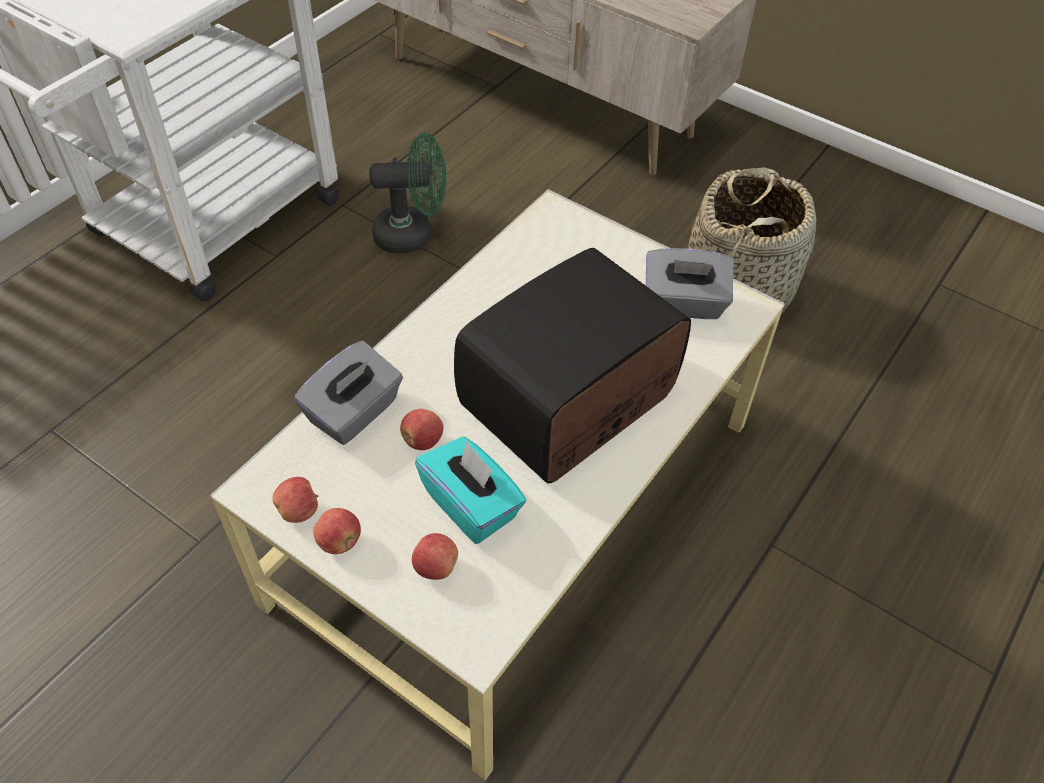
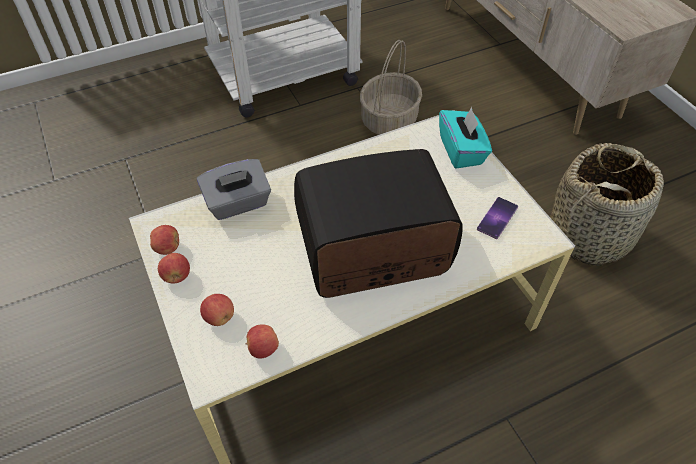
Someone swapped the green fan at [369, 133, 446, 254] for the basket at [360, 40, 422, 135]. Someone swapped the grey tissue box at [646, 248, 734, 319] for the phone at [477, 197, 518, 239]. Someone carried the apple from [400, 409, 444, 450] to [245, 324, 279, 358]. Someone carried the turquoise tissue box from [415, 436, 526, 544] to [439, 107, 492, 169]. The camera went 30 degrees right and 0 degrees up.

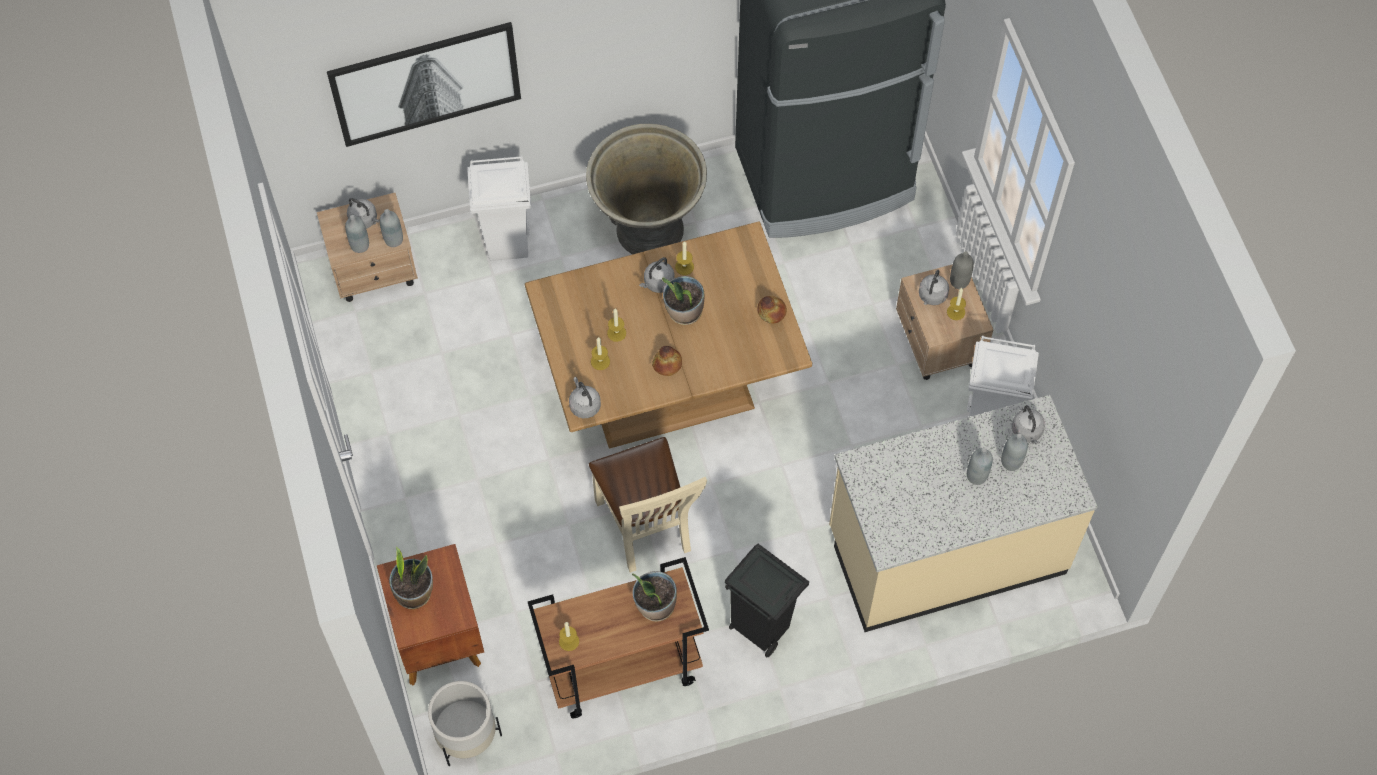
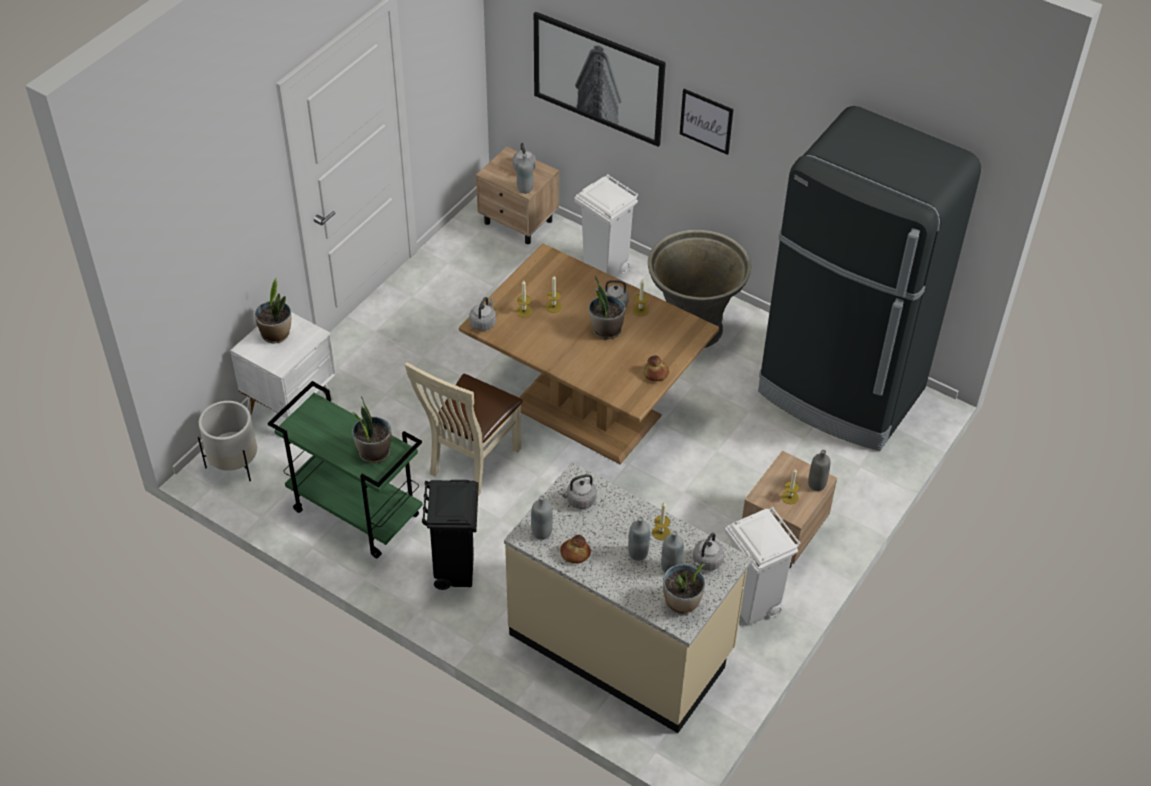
Someone carried the grey bottle from [345, 215, 369, 253] to [531, 495, 553, 540]. Someone carried the grey kettle from [919, 270, 949, 305] to [558, 474, 597, 509]. Someone carried the bread from [652, 346, 682, 376] to [560, 535, 591, 563]. Someone repainted the brown nightstand at [377, 544, 484, 686], which became the white nightstand at [230, 312, 336, 419]. Someone repainted the brown cart at [528, 557, 709, 718], which became the green cart at [268, 381, 423, 558]. Someone carried the candle from [559, 622, 579, 651] to [652, 502, 671, 540]. Someone put up the picture at [680, 89, 733, 155]. Someone put down the potted plant at [663, 564, 705, 615]. The camera went 50 degrees right and 15 degrees down.

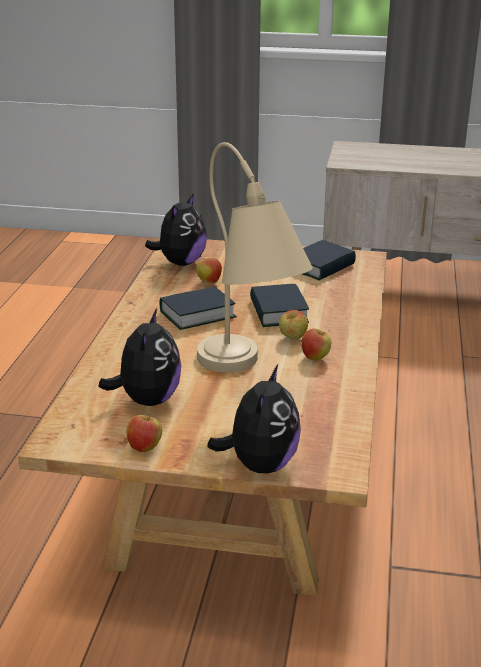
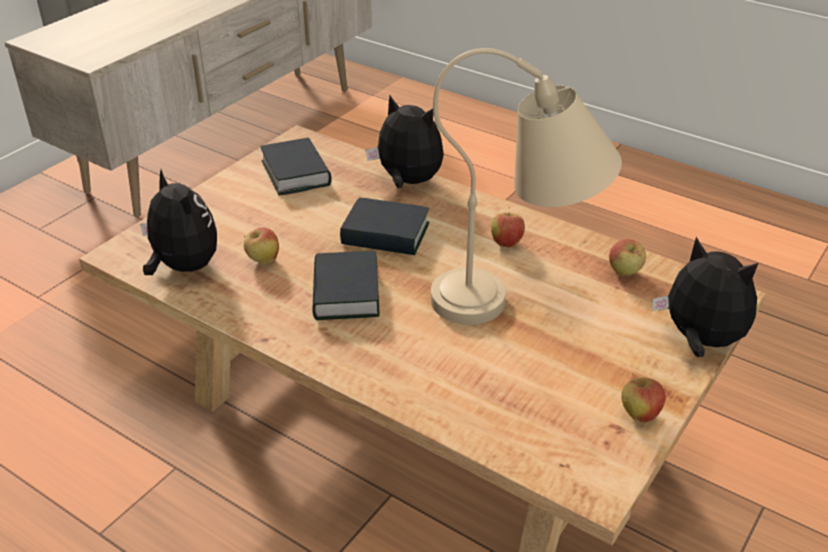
Someone carried the plush toy from [98, 308, 181, 406] to [366, 95, 444, 188]. Someone carried the apple from [279, 310, 308, 340] to [609, 239, 646, 275]. The camera went 65 degrees left and 10 degrees up.

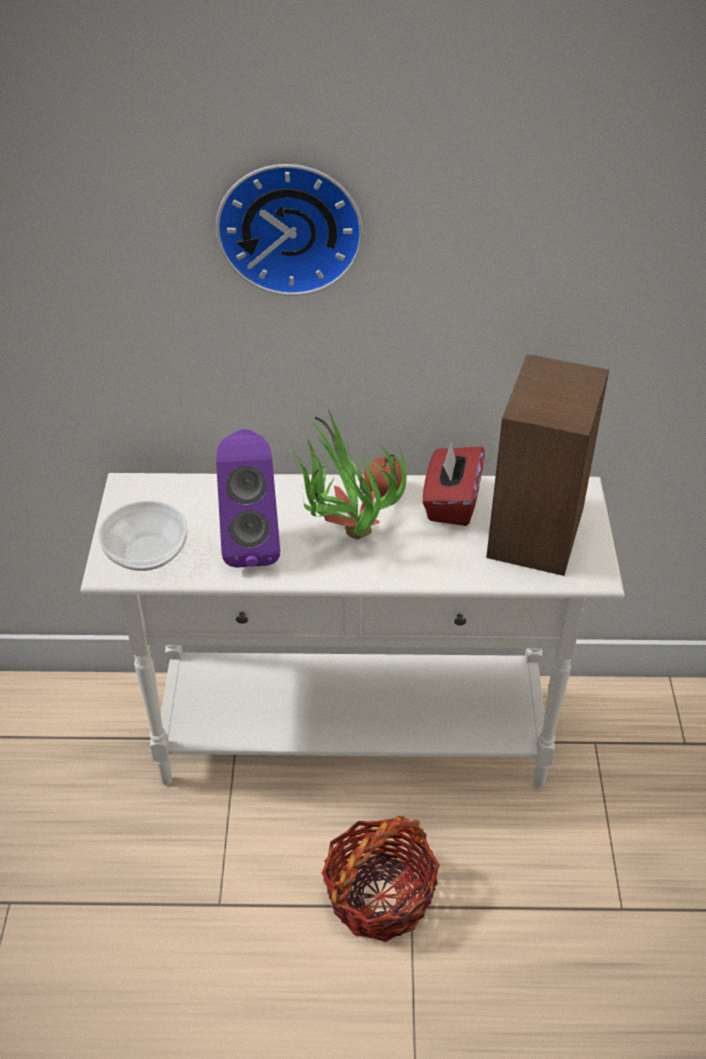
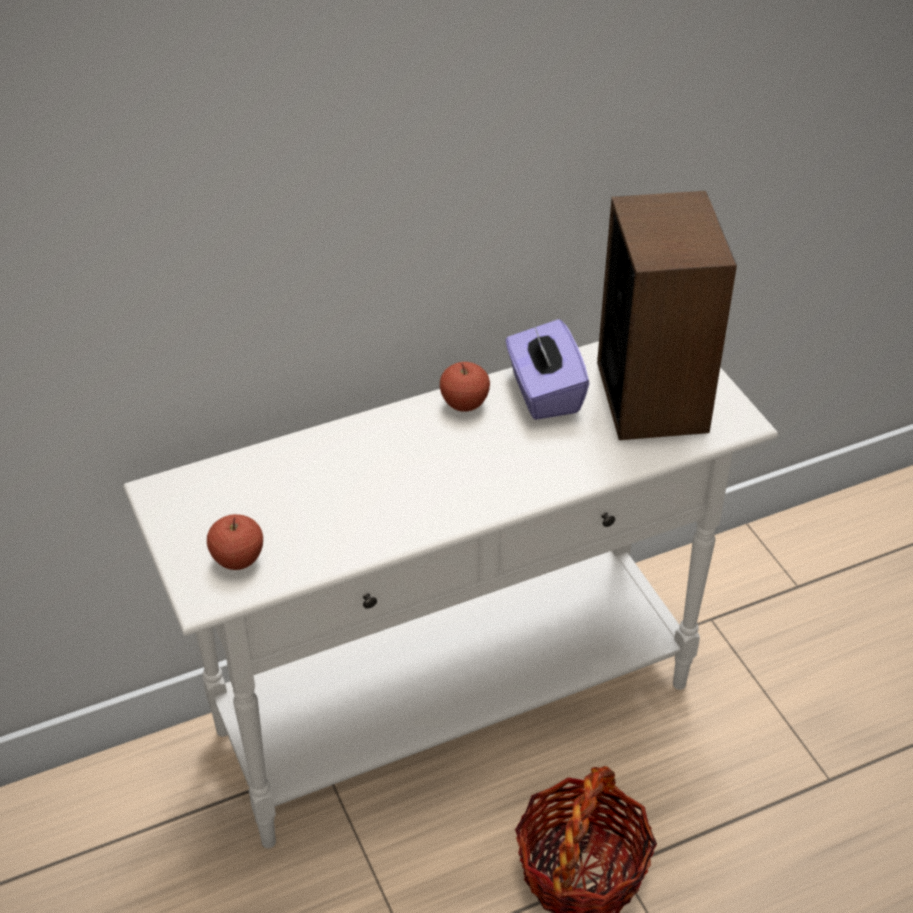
Someone took away the wall clock at [216, 164, 363, 296]. Someone took away the potted plant at [290, 410, 407, 540]. Someone took away the purple speaker at [216, 429, 280, 568]. Someone repainted the red tissue box at [423, 442, 485, 526], which became the purple tissue box at [505, 319, 589, 420]. Someone swapped the bowl at [98, 501, 188, 571] for the apple at [207, 514, 263, 570]. The camera went 25 degrees left and 0 degrees up.

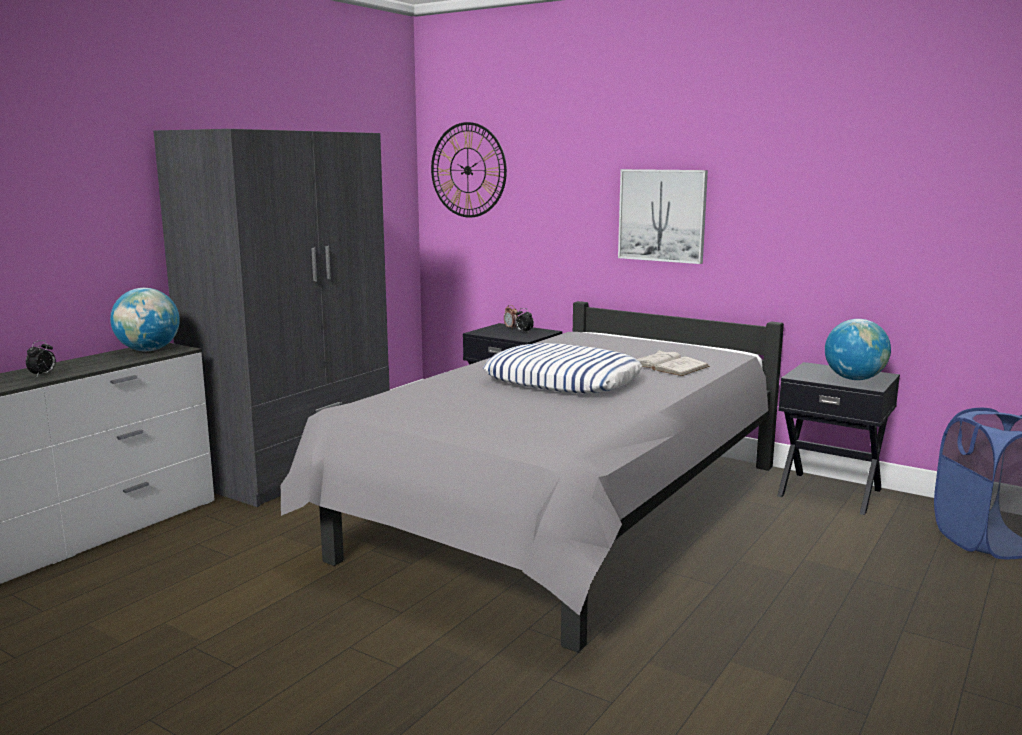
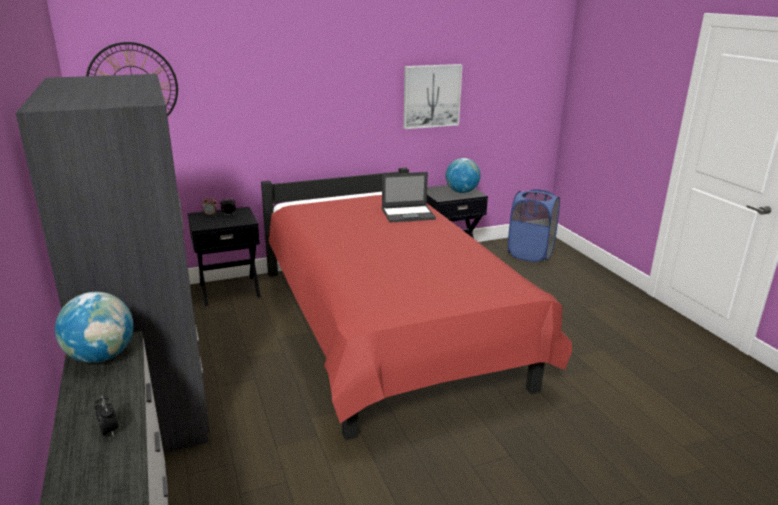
Someone carried the picture from [618, 169, 708, 264] to [403, 64, 463, 129]. Someone repainted the grey bed at [281, 301, 784, 653], which became the red bed at [261, 168, 572, 440]. Someone took away the pillow at [483, 343, 642, 394]. Someone swapped the white book at [637, 350, 710, 376] for the laptop at [382, 172, 436, 223]. The camera went 55 degrees left and 10 degrees up.

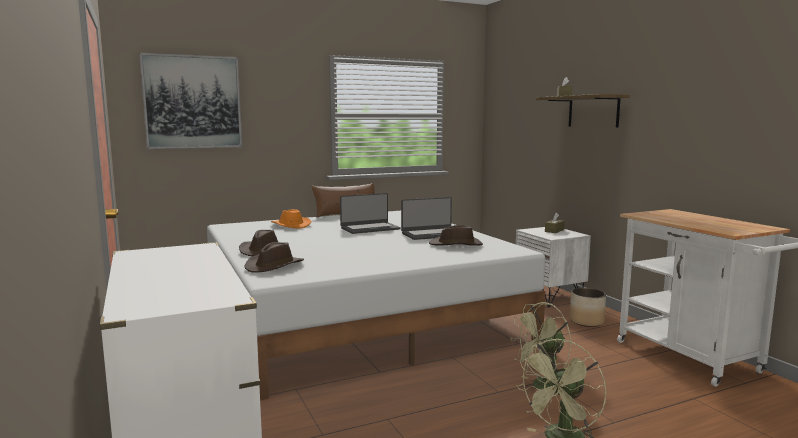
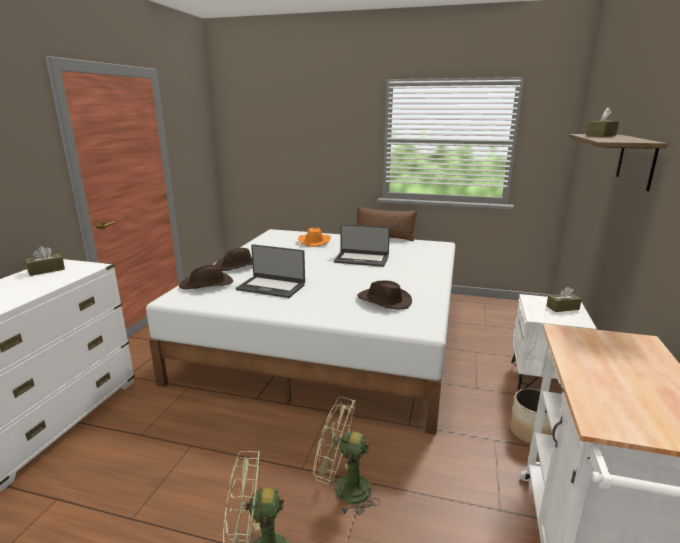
Someone took away the picture at [139, 53, 242, 149]. Someone carried the laptop from [401, 197, 452, 240] to [236, 244, 305, 298]. Someone put down the brown tissue box at [25, 246, 65, 276]. The camera went 40 degrees right and 10 degrees up.

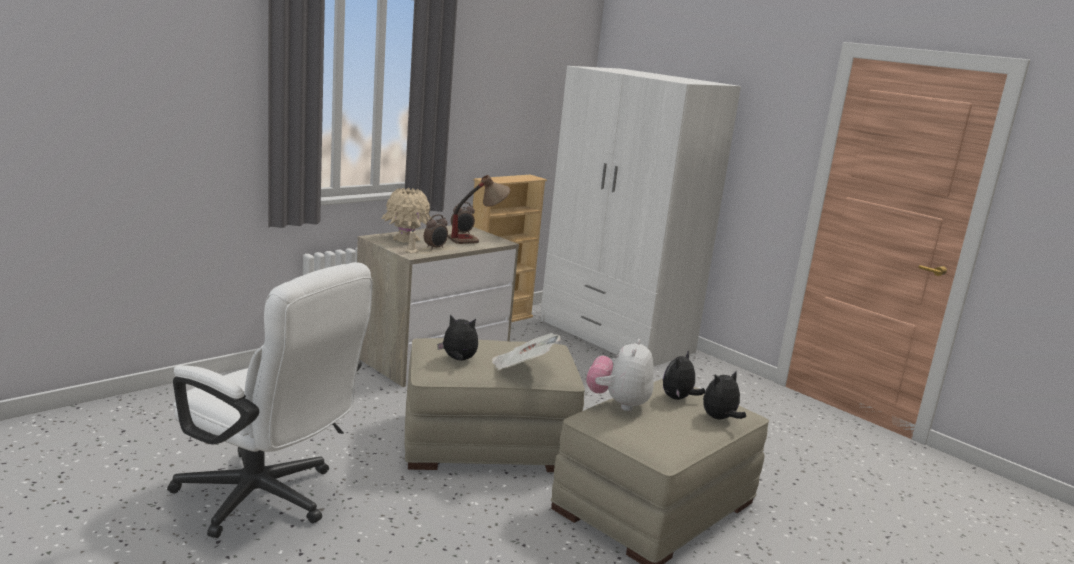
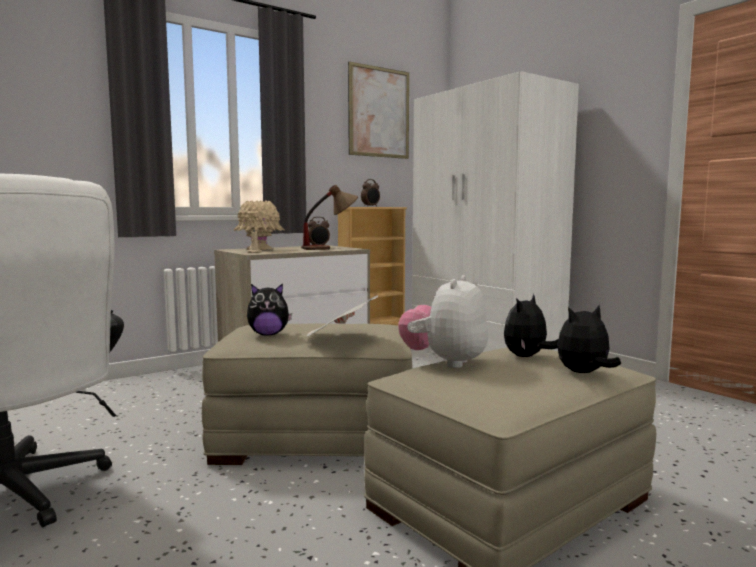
Someone carried the alarm clock from [424, 214, 448, 250] to [361, 179, 380, 207]. Someone rotated the plush toy at [437, 314, 478, 360] by 150 degrees clockwise. Someone put up the picture at [348, 61, 409, 159]. The camera went 10 degrees right and 10 degrees down.

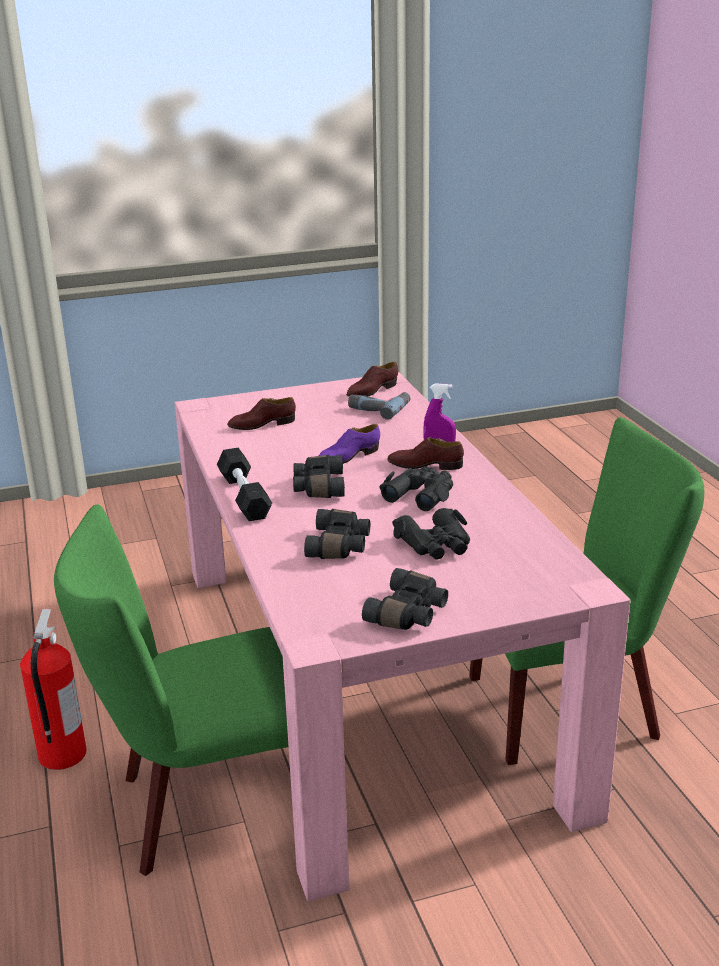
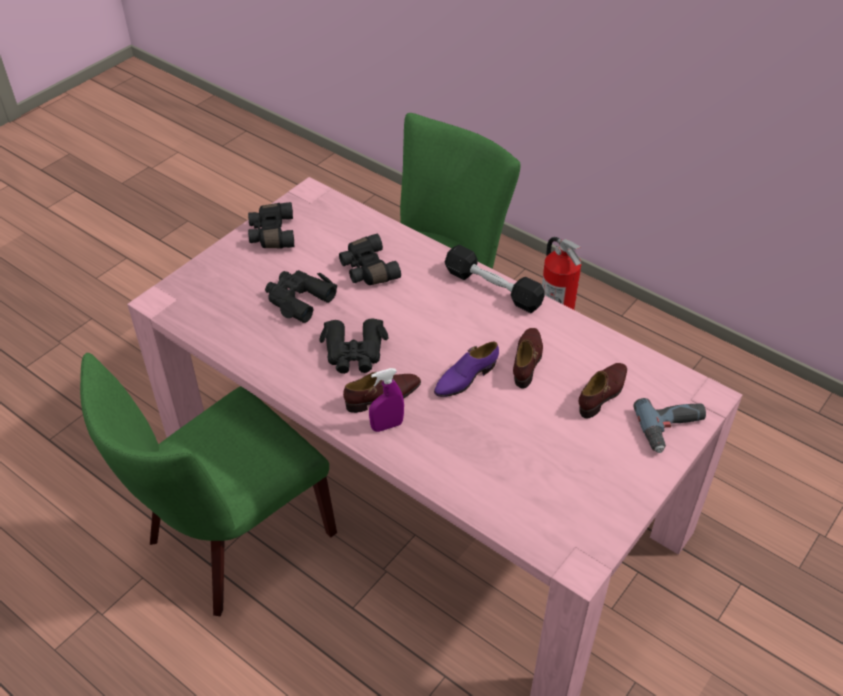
Someone carried the brown shoe from [346, 362, 398, 397] to [513, 328, 543, 389]. Someone carried the power drill from [348, 392, 410, 420] to [633, 398, 706, 453]. Someone rotated the purple shoe at [319, 424, 380, 464] by 150 degrees counterclockwise. Someone took away the black binoculars at [293, 455, 345, 498]. The camera went 145 degrees right and 20 degrees up.

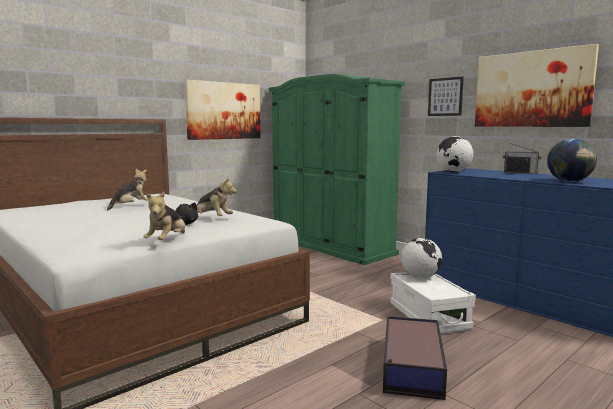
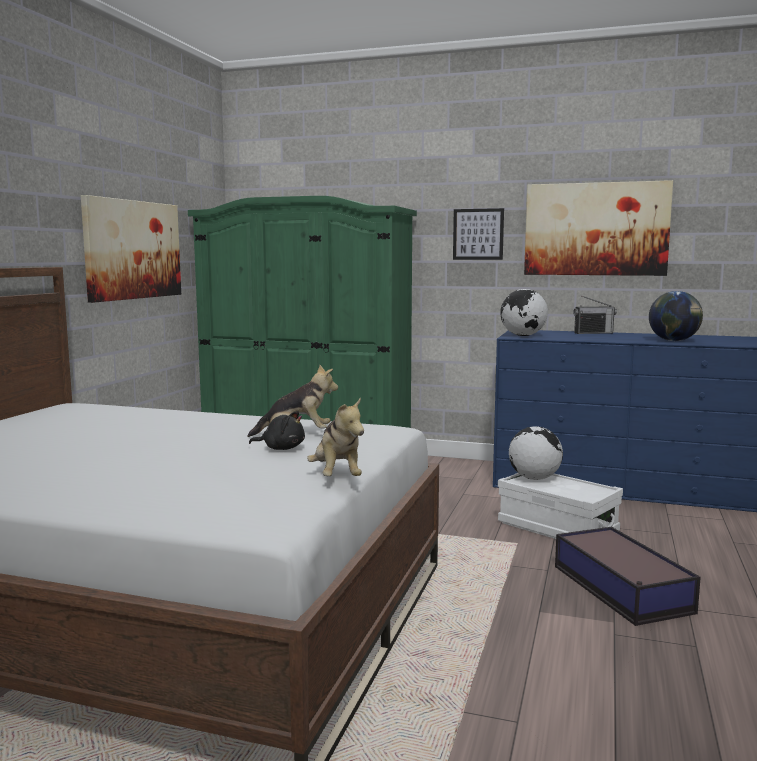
Someone took away the plush toy at [107, 169, 148, 211]. The camera went 30 degrees left and 0 degrees up.

